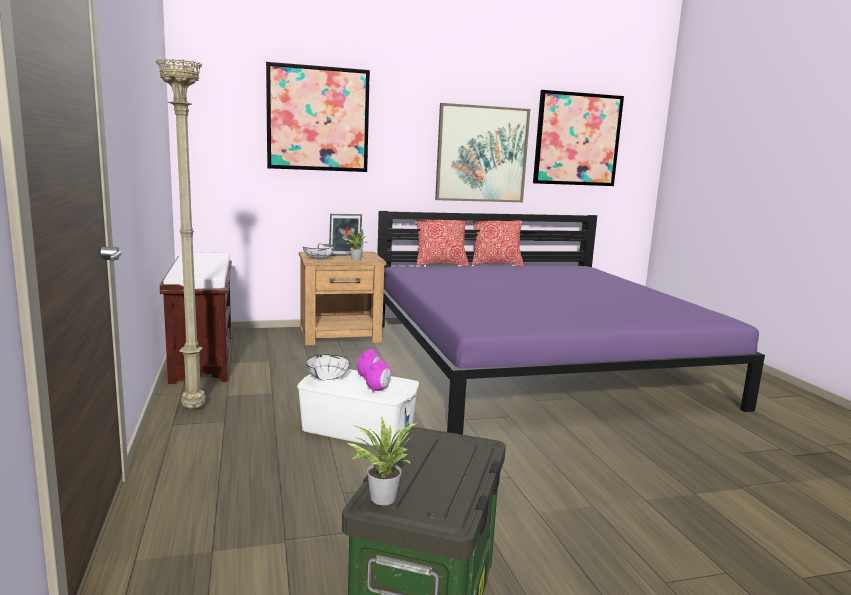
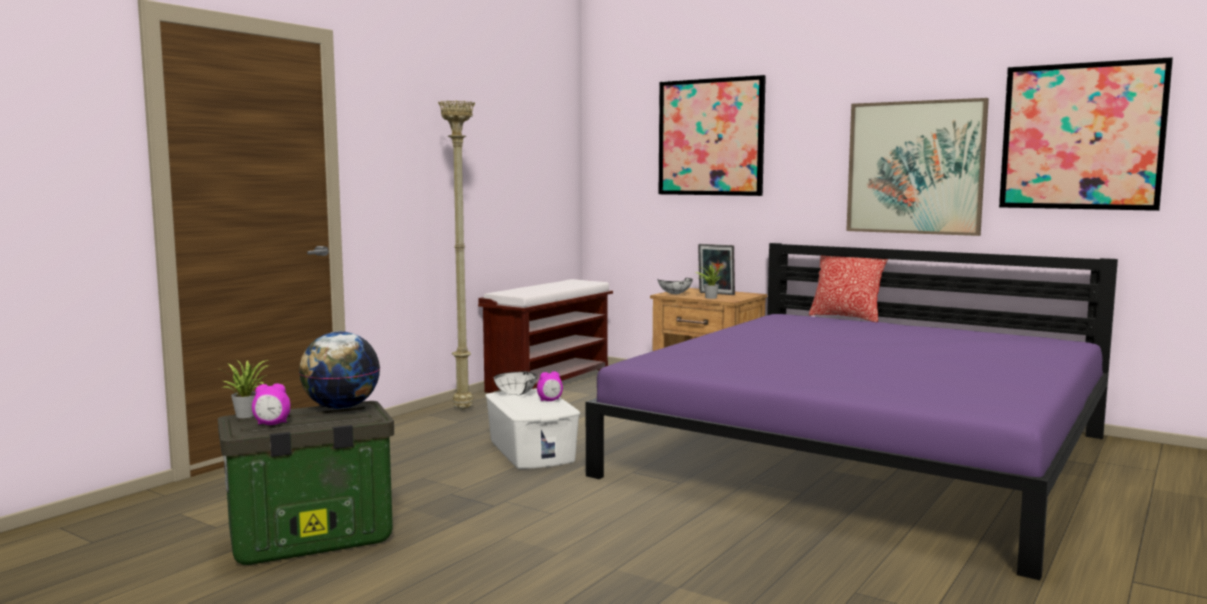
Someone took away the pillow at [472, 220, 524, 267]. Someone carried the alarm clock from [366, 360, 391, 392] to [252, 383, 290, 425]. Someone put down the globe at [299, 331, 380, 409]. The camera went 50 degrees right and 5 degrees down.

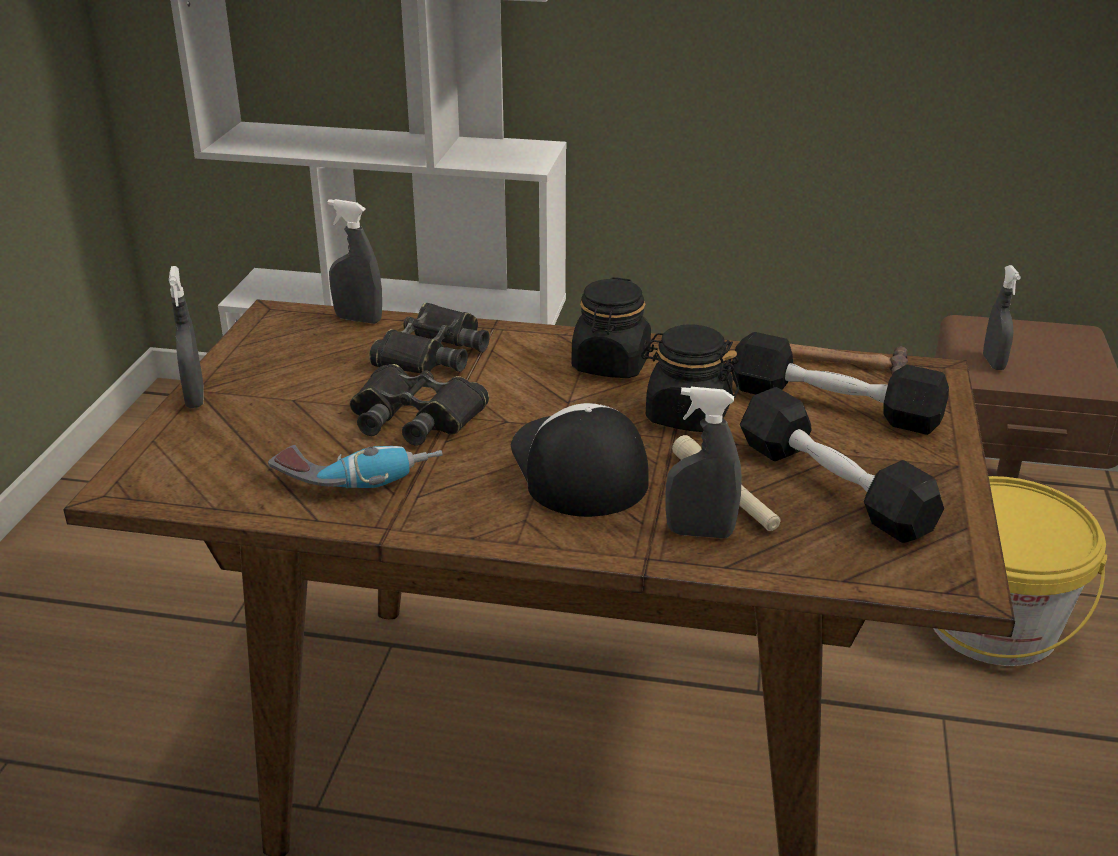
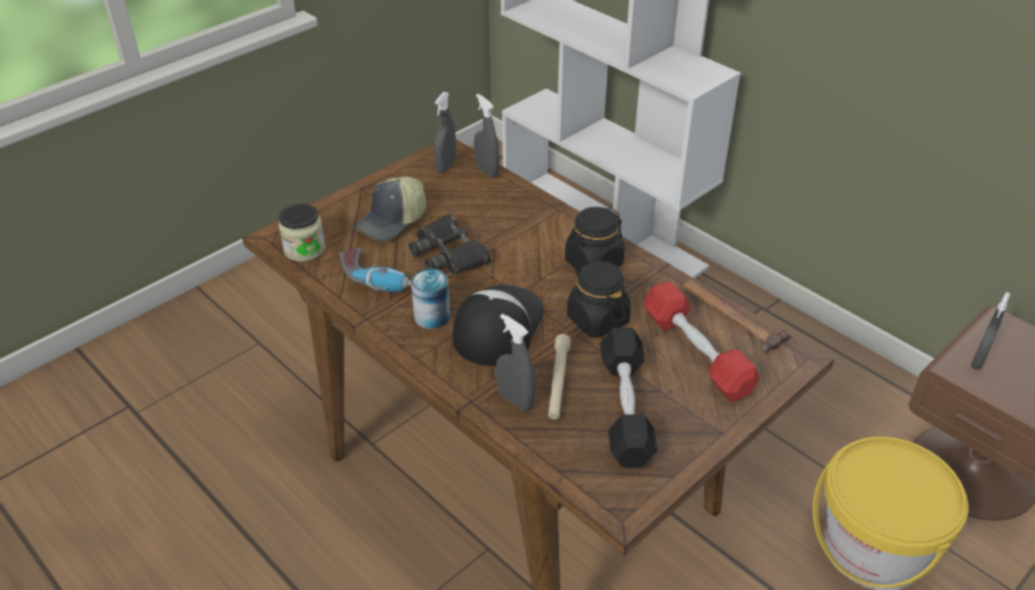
Someone carried the grey spray bottle from [169, 266, 204, 408] to [434, 92, 456, 173]. Someone took away the black binoculars at [369, 303, 490, 374]. Someone repainted the black dumbbell at [732, 332, 949, 435], which became the red dumbbell at [643, 282, 760, 402]. Someone put down the cap at [354, 176, 426, 241]. Someone put down the jar at [279, 204, 325, 262]. Someone put down the can at [411, 269, 450, 329]. The camera went 35 degrees right and 10 degrees up.

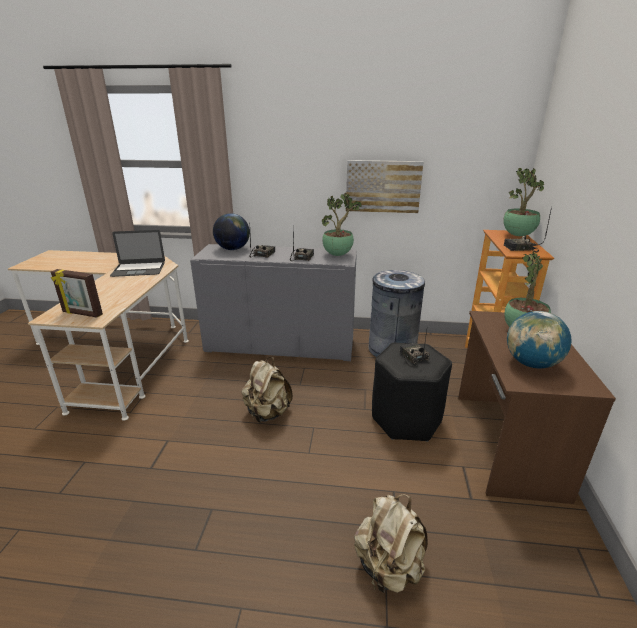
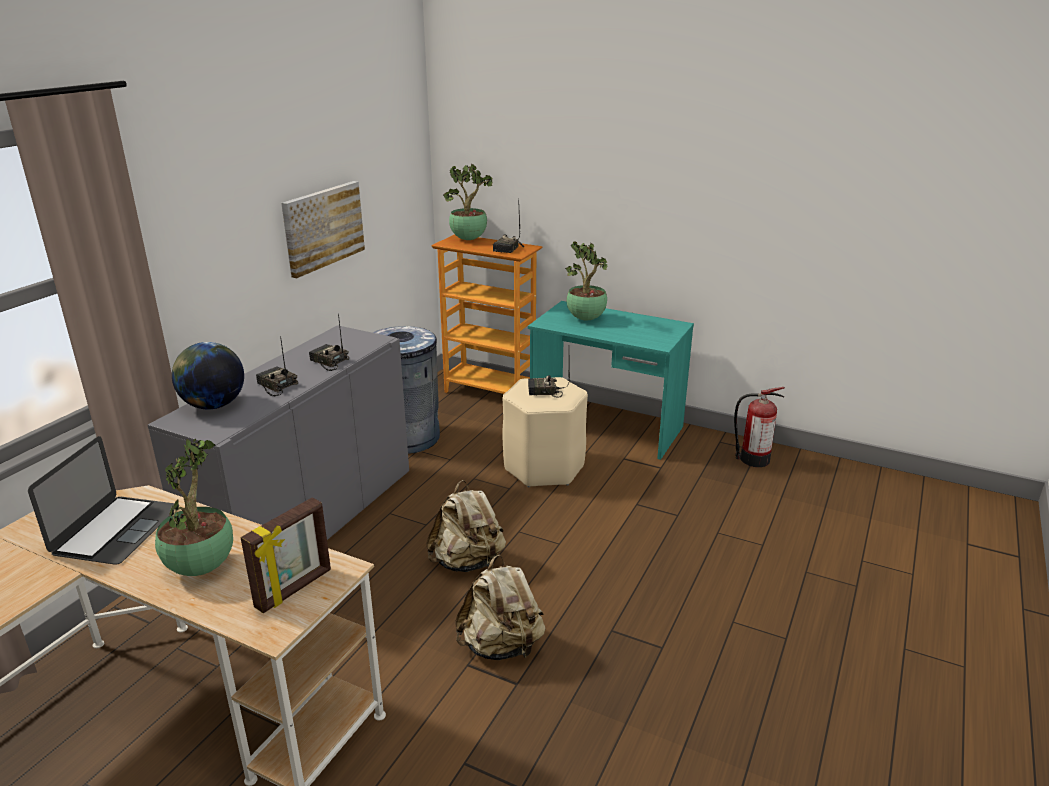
Someone carried the potted plant from [322, 193, 362, 256] to [155, 439, 233, 576]. Someone repainted the brown desk at [458, 311, 616, 504], which became the turquoise desk at [528, 301, 694, 460]. Someone took away the globe at [507, 311, 572, 369]. Someone repainted the black stool at [372, 343, 452, 442], which became the beige stool at [503, 377, 588, 487]. Someone carried the beige backpack from [354, 494, 428, 593] to [455, 555, 546, 660]. Someone put down the fire extinguisher at [734, 387, 785, 467]. The camera went 70 degrees left and 0 degrees up.

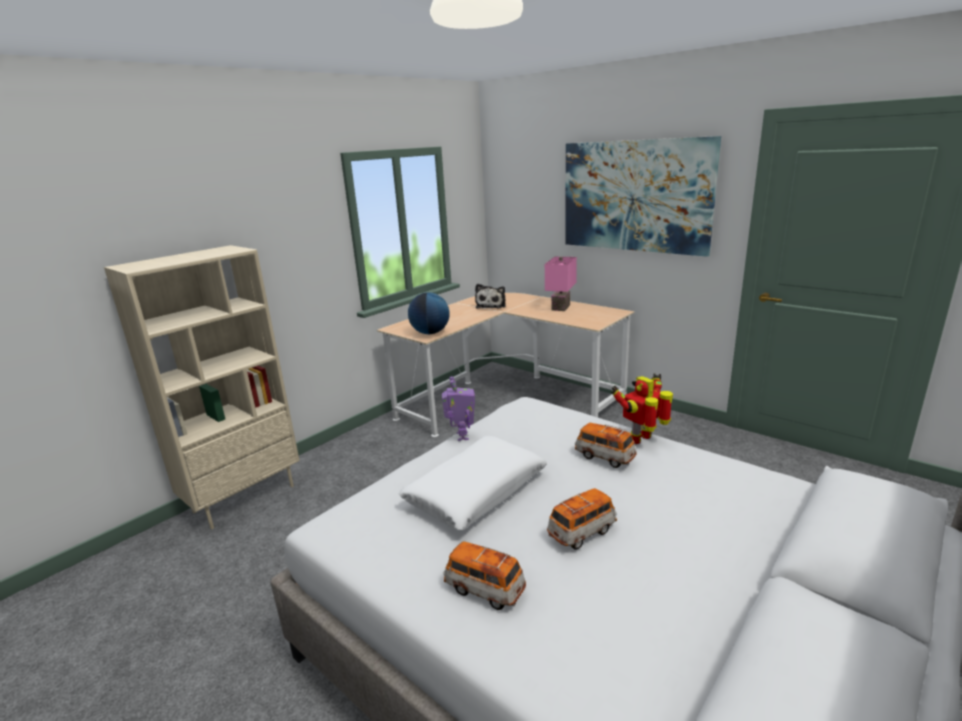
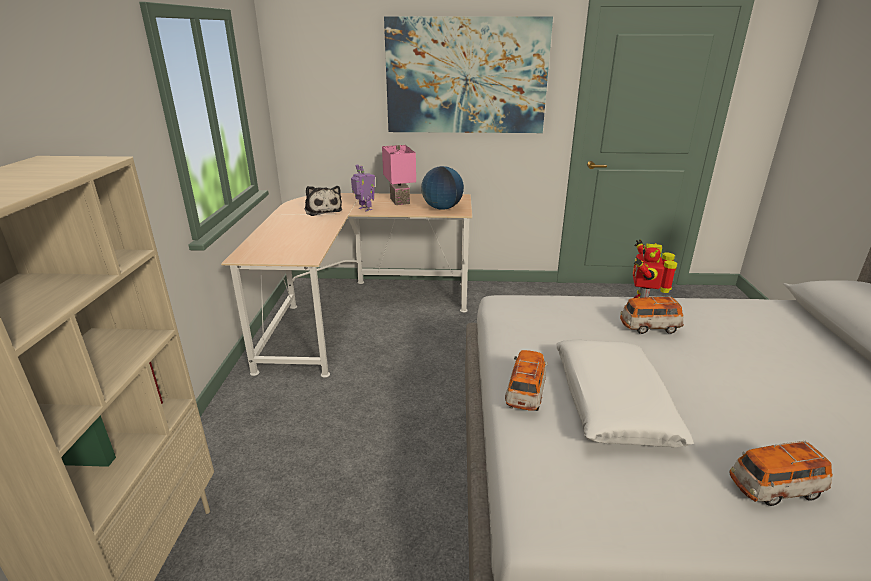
Someone carried the globe from [408, 292, 450, 334] to [421, 166, 464, 210]. Someone carried the toy robot from [442, 376, 475, 441] to [351, 164, 375, 212]. Someone carried the toy car from [547, 488, 617, 550] to [505, 350, 548, 411]. The camera went 40 degrees left and 5 degrees up.

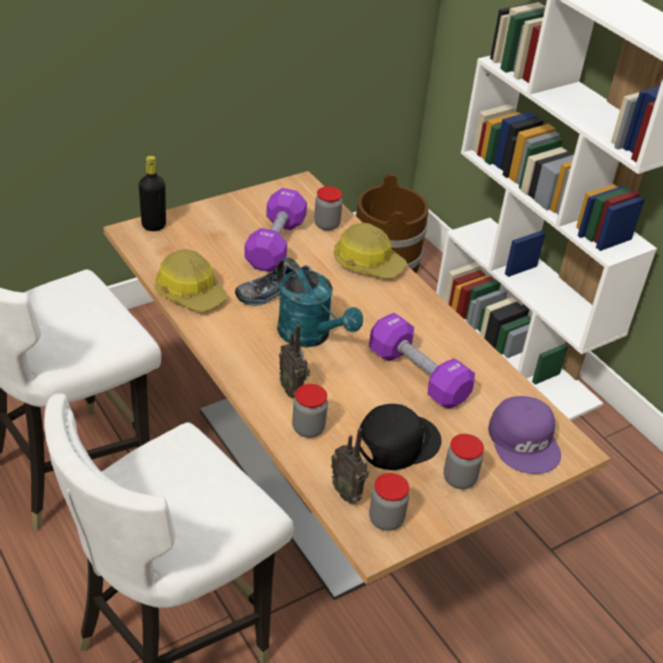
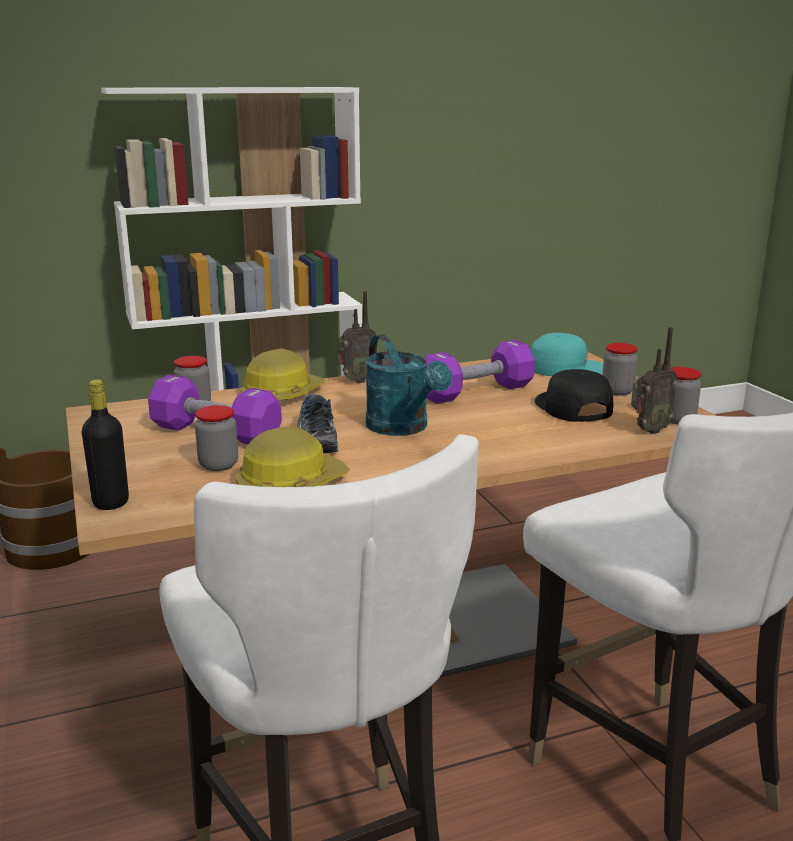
Someone rotated the turquoise watering can at [277, 258, 363, 347] by 90 degrees clockwise. Someone carried the radio from [279, 325, 310, 399] to [339, 291, 376, 383]. Someone carried the jar from [292, 384, 328, 438] to [195, 405, 238, 471]. Someone repainted the purple cap at [488, 396, 561, 474], which became the turquoise cap at [530, 333, 603, 376]. The camera went 75 degrees left and 20 degrees down.

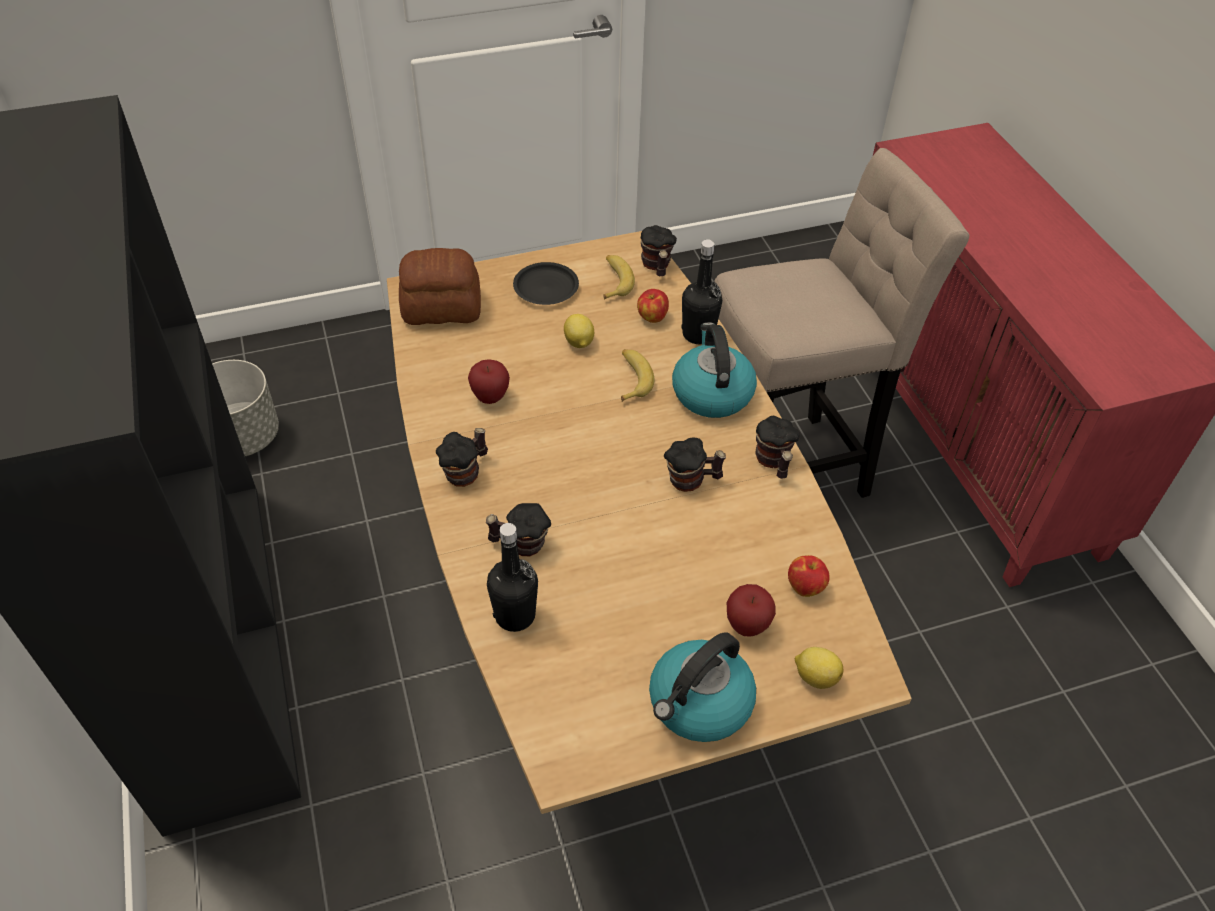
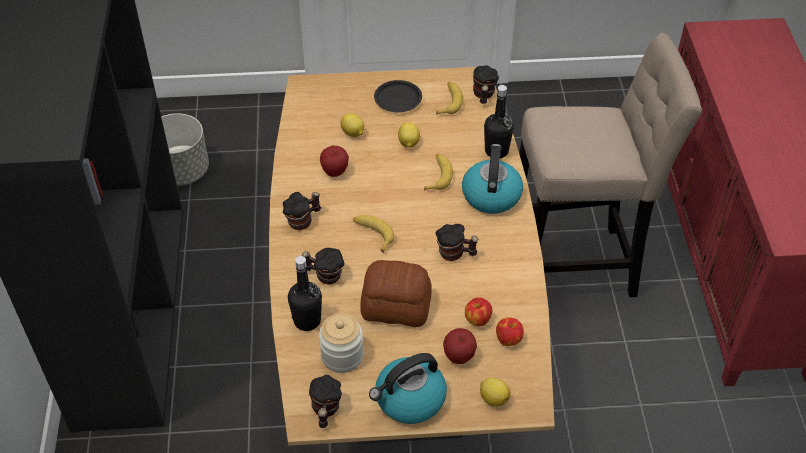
Someone carried the bread from [399, 248, 481, 325] to [360, 260, 432, 327]. Someone carried the apple from [637, 289, 669, 323] to [465, 297, 492, 326]. Someone carried the mug from [755, 416, 800, 479] to [309, 375, 342, 428]. Someone put down the lemon at [340, 113, 364, 137]. Someone put down the banana at [353, 215, 394, 253]. Someone put down the jar at [319, 314, 363, 373]. The camera went 15 degrees right and 0 degrees up.

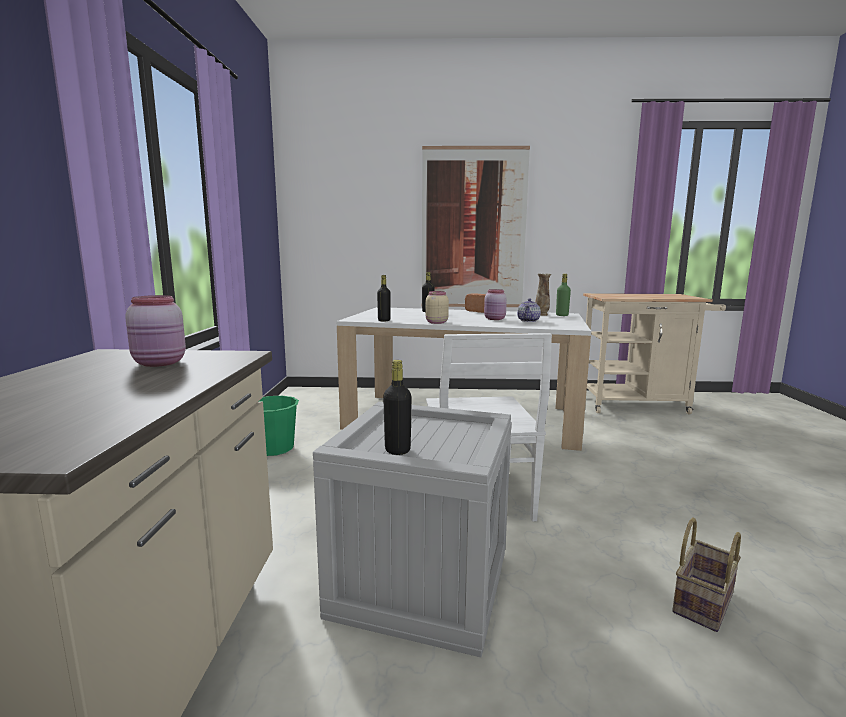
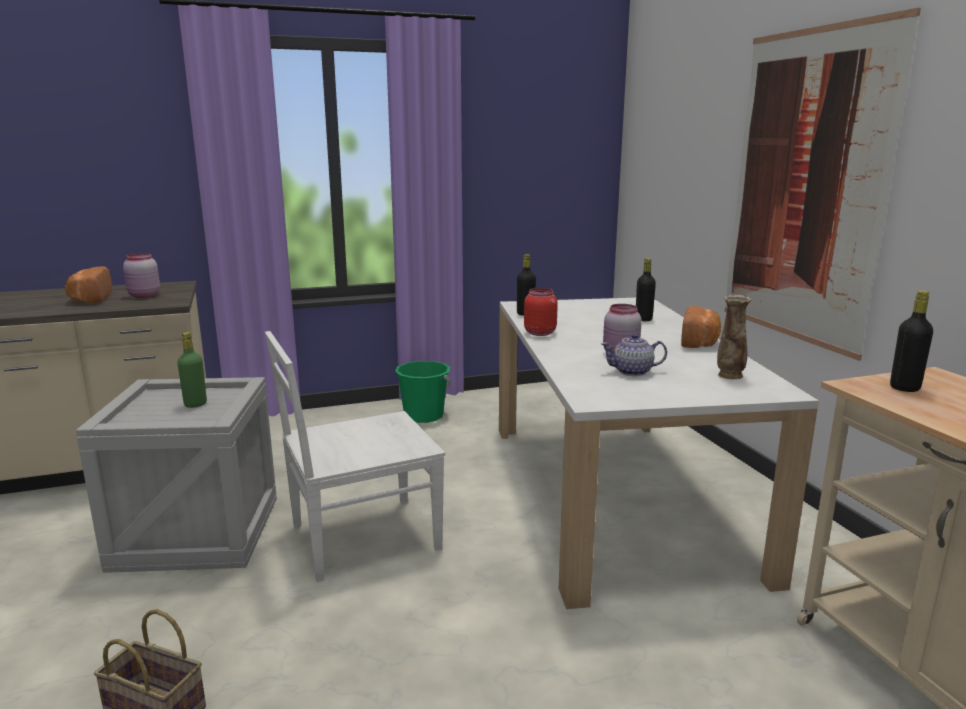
Someone carried the green bottle from [556, 274, 571, 316] to [177, 332, 207, 408]. Someone repainted the beige jar at [426, 291, 449, 324], which became the red jar at [524, 288, 558, 336]. Someone carried the black bottle from [383, 360, 411, 455] to [890, 291, 933, 392]. Someone put down the bread at [65, 266, 112, 303]. The camera went 70 degrees right and 5 degrees up.

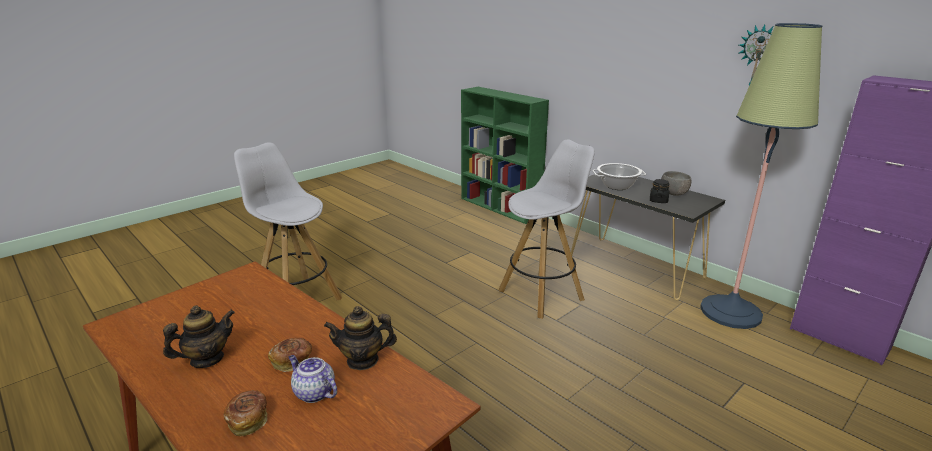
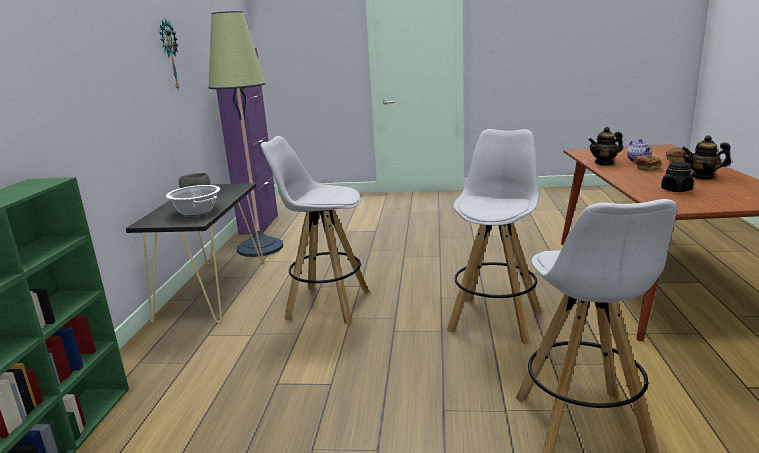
Someone carried the black jar from [650, 179, 670, 203] to [661, 162, 694, 192]. Someone rotated the teapot at [324, 306, 397, 370] by 120 degrees clockwise. Someone put down the white stool at [447, 129, 541, 344]. The camera went 130 degrees left and 5 degrees down.

